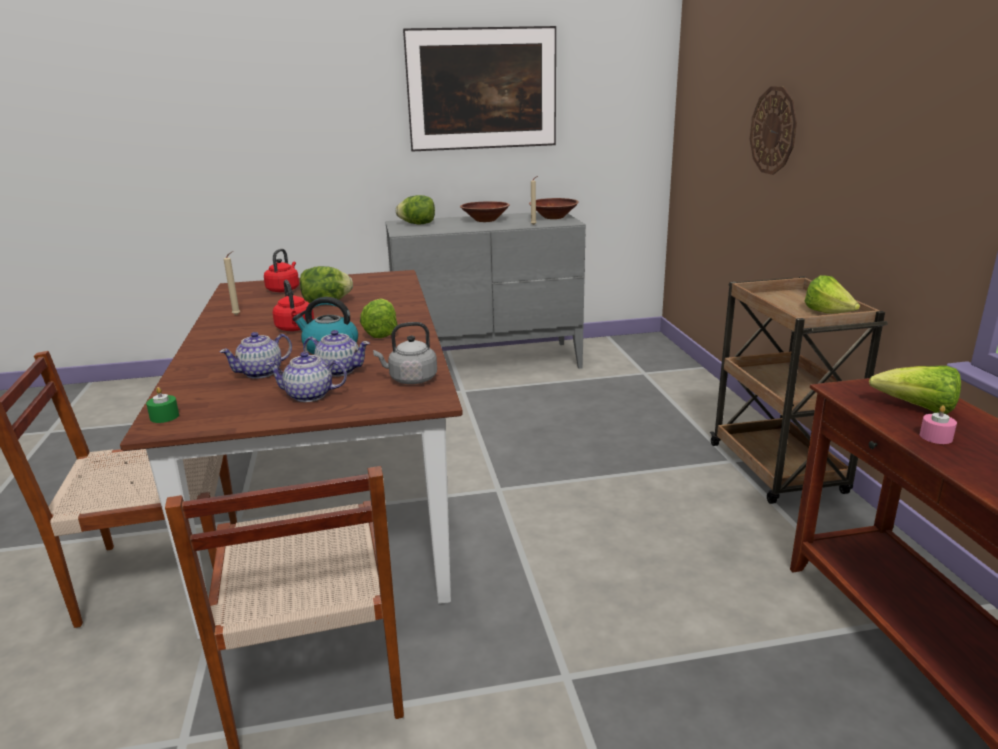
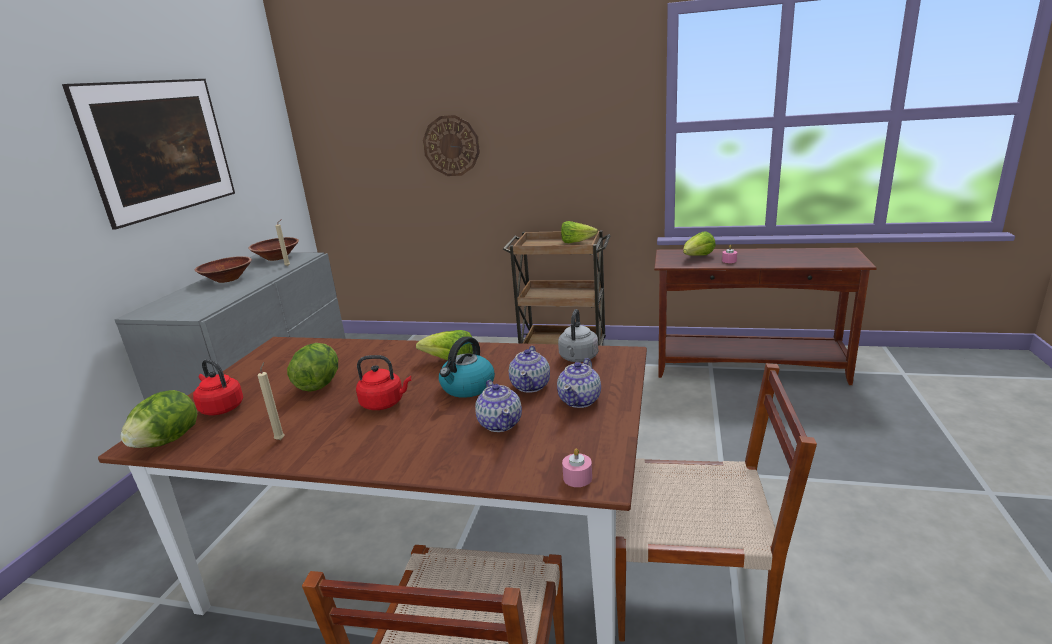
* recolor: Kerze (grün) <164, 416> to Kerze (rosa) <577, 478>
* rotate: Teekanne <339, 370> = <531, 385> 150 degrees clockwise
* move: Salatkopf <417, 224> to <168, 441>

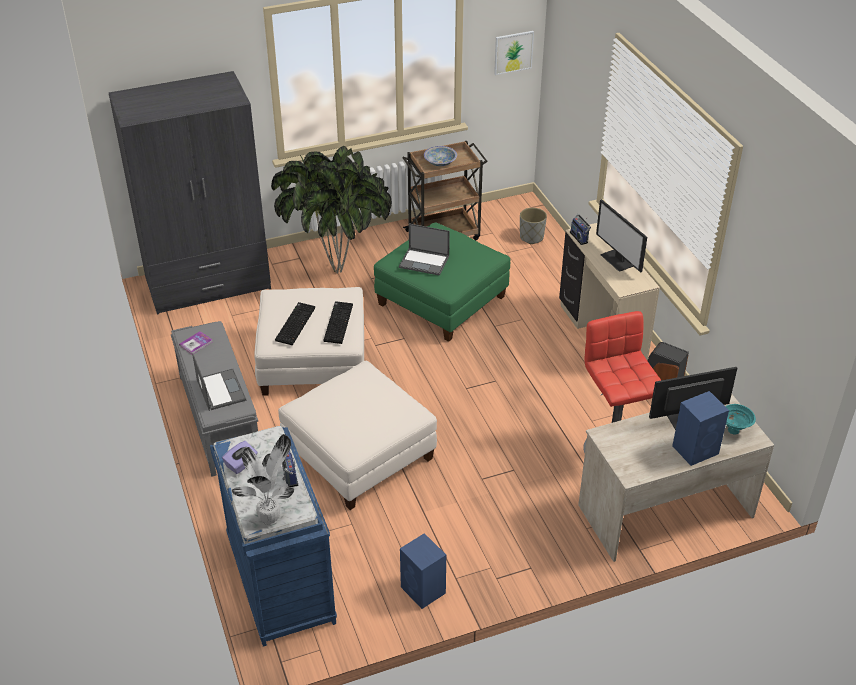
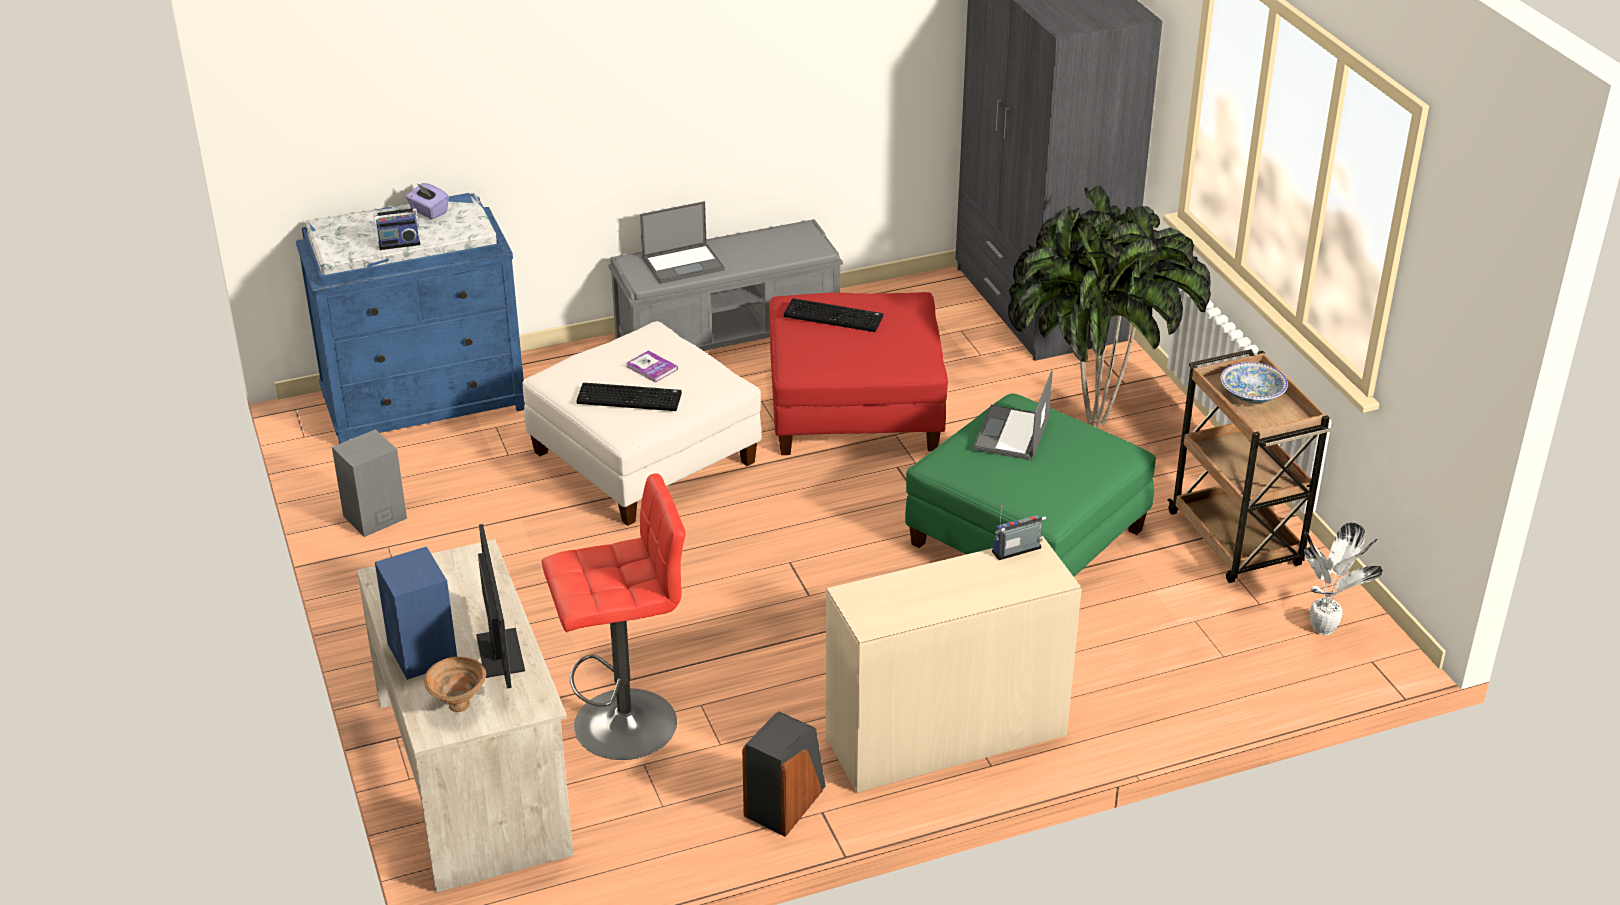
* move: Buch <196, 343> to <651, 368>
* move: Topfpflanze <271, 518> to <1324, 630>
* recolor: Polsterhocker (weiß) <312, 361> to Polsterhocker (rot) <855, 408>
* move: Tastatur <337, 322> to <630, 398>
* recolor: Lautsprecher (blau) <423, 591> to Lautsprecher (grau) <373, 518>
* delete: Bild <513, 52>
* delete: Pflanzkübel (grau) <532, 237>
* delete: Monitor <618, 260>
* recolor: Schüssel (türkis) <734, 430> to Schüssel (braun) <459, 706>

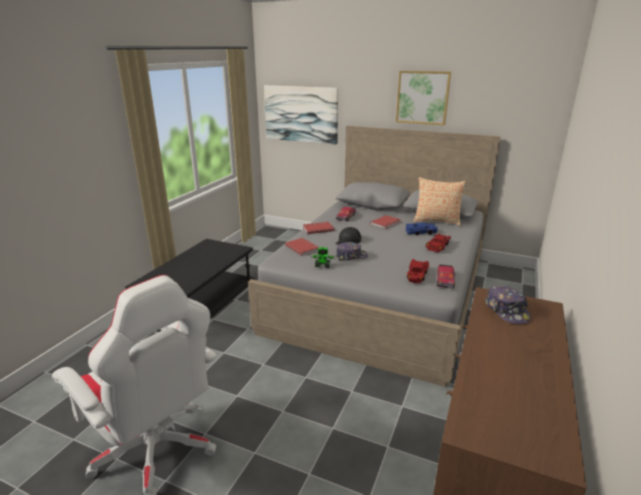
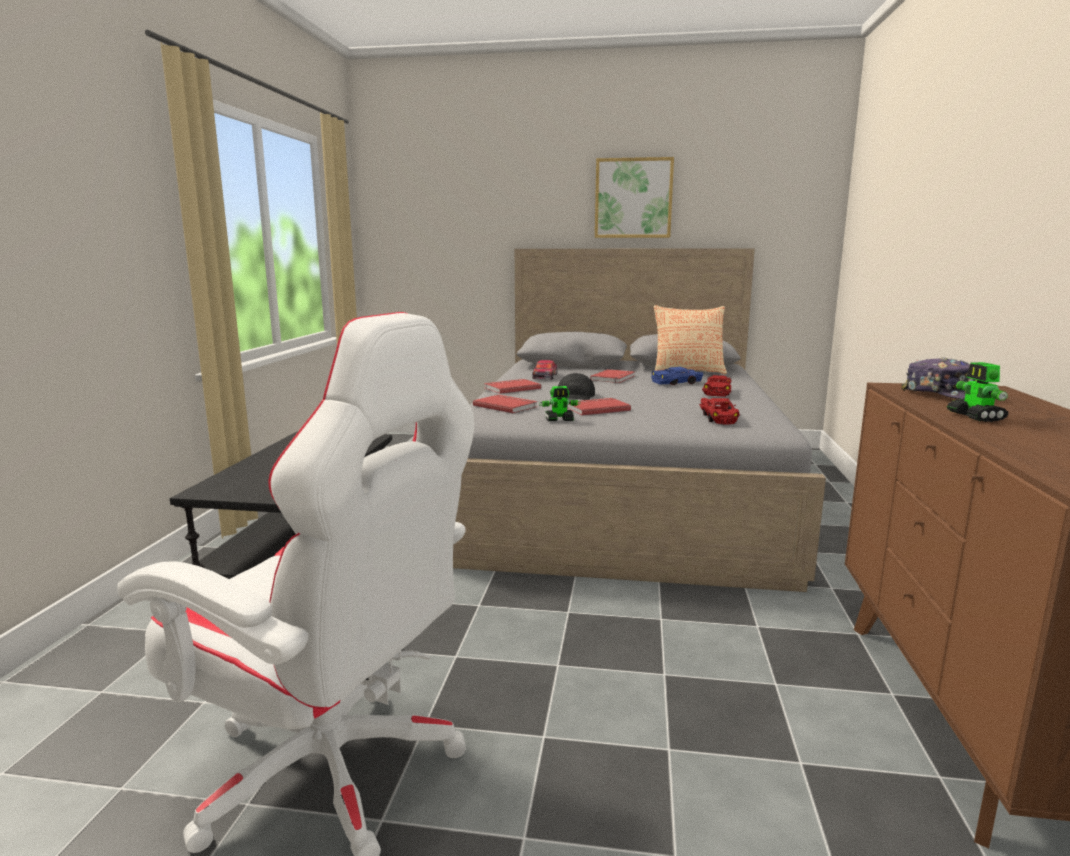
* delete: Bild <301, 114>
* replace: Kappe <351, 256> to Buch (rot) <596, 409>
* delete: Spielzeugauto <445, 280>
* insert: Spielzeugroboter <976, 417>

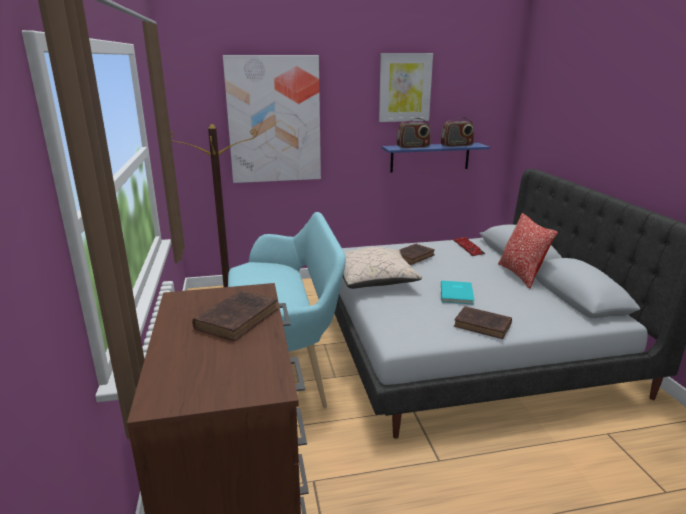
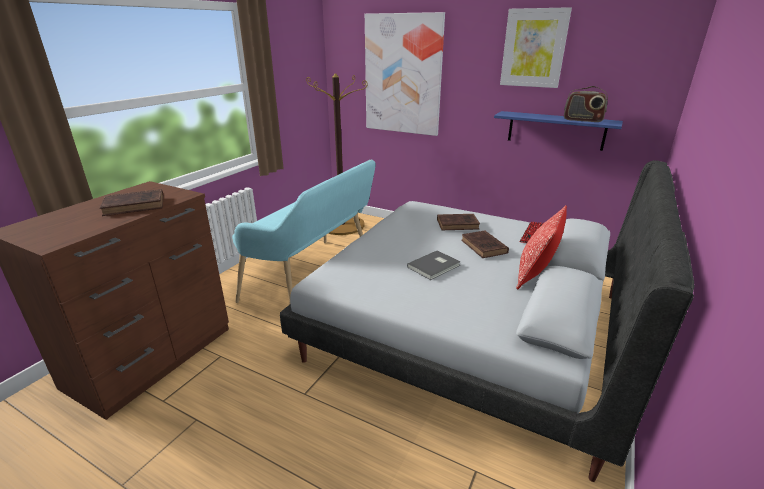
* delete: Kissen (beige) <374, 280>
* delete: Radio <413, 147>
* recolor: Buch (türkis) <457, 293> to Buch (grau) <435, 266>
* move: Buch (braun) <484, 326> to <484, 247>

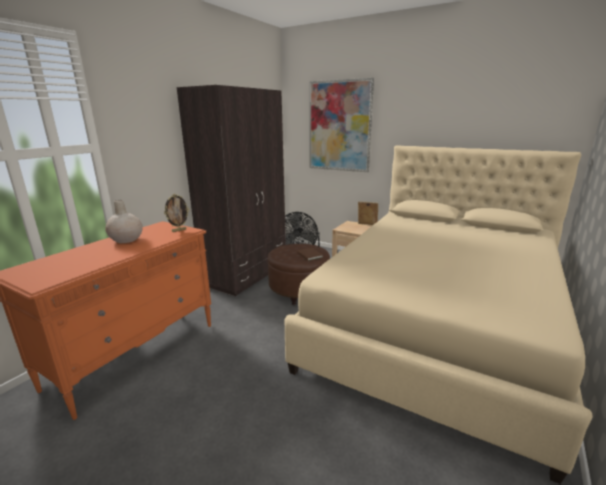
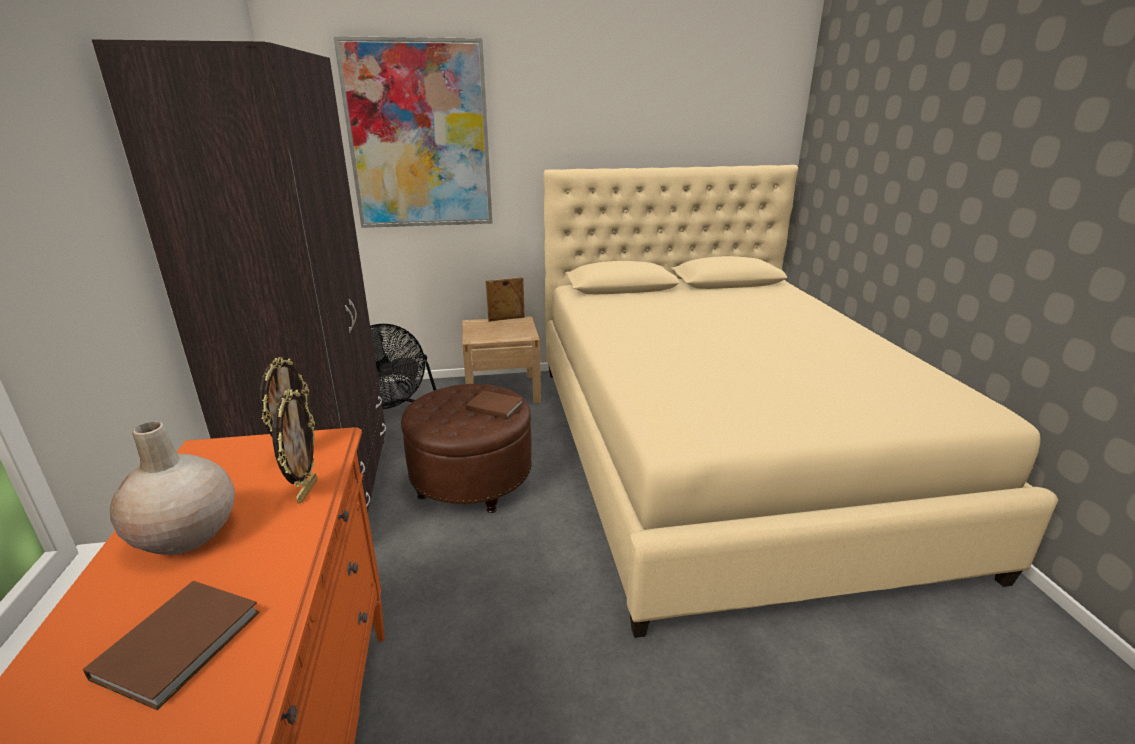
* insert: Buch (braun) <183, 642>
* insert: Bilderrahmen <306, 491>

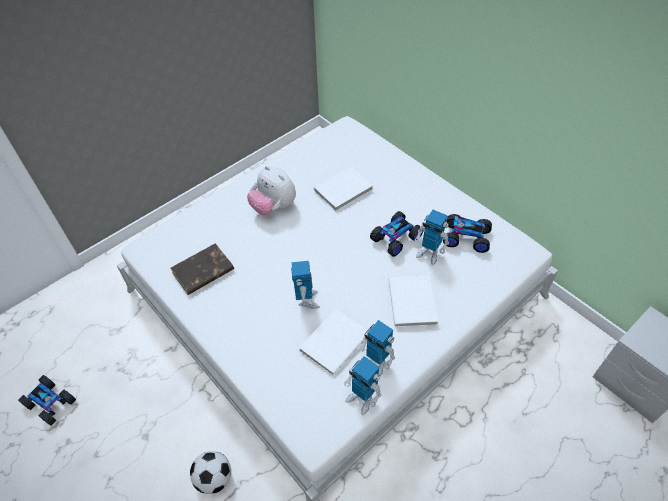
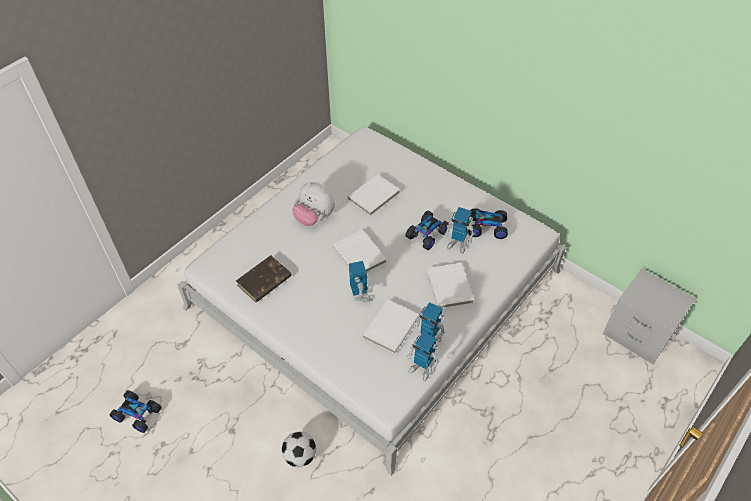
* insert: Buch (weiß) <360, 254>

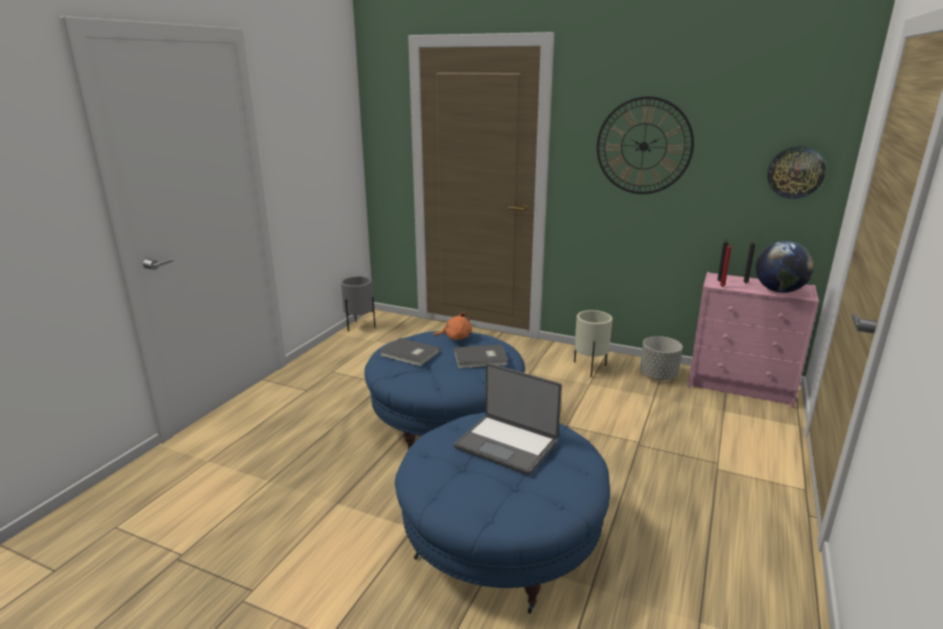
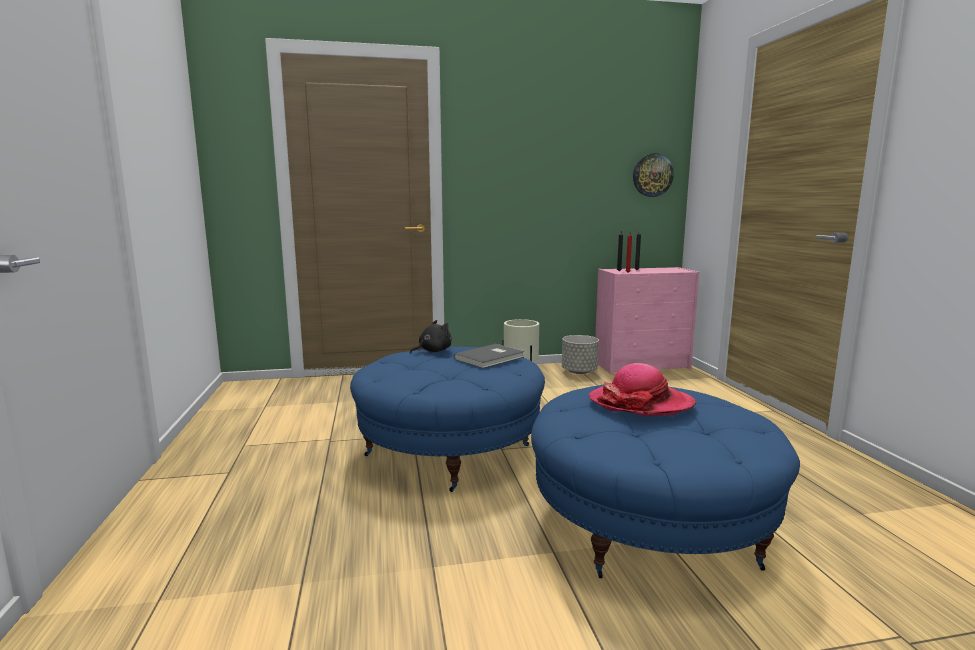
* delete: Pflanzkübel (grau) <360, 327>
* delete: Buch (grau) <409, 354>
* recolor: Plüschtier (orange) <455, 337> to Plüschtier (schwarz) <433, 351>
* replace: Laptop <507, 444> to Hut <640, 403>
* delete: Wanduhr <643, 146>
* delete: Globus <778, 291>

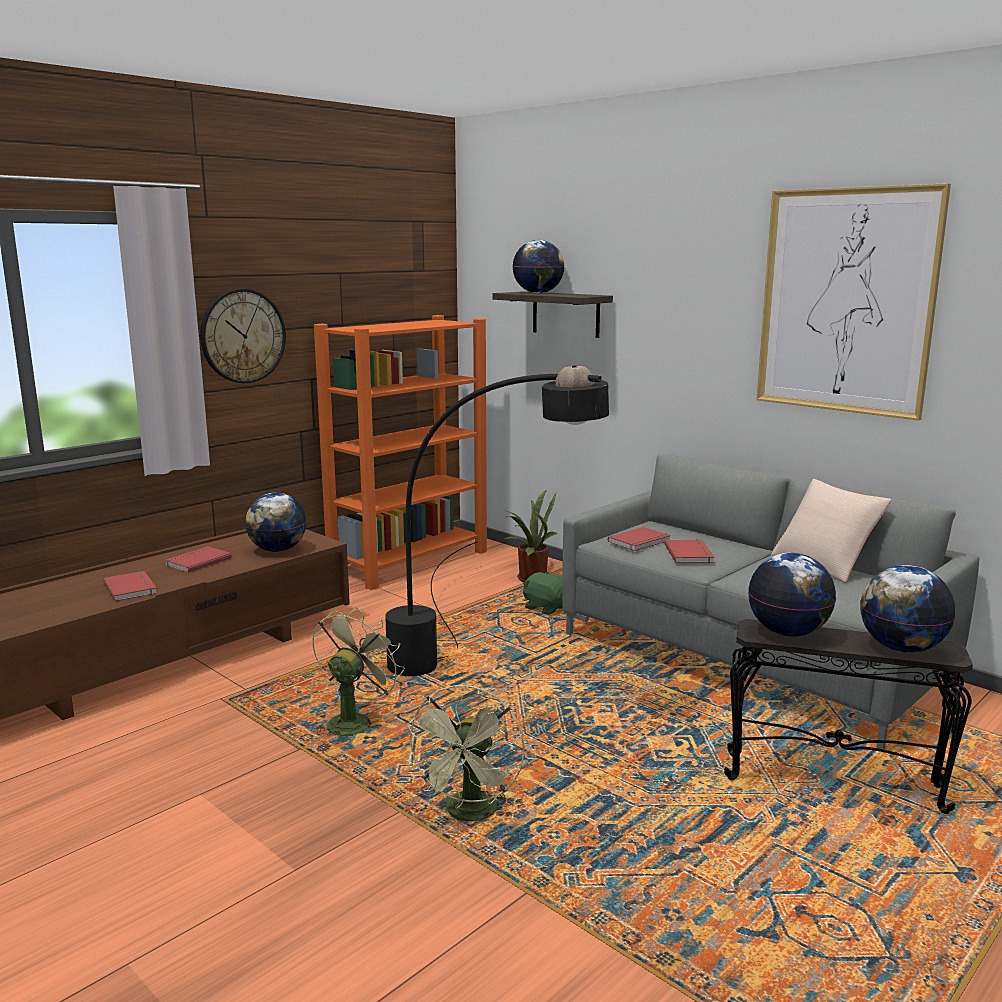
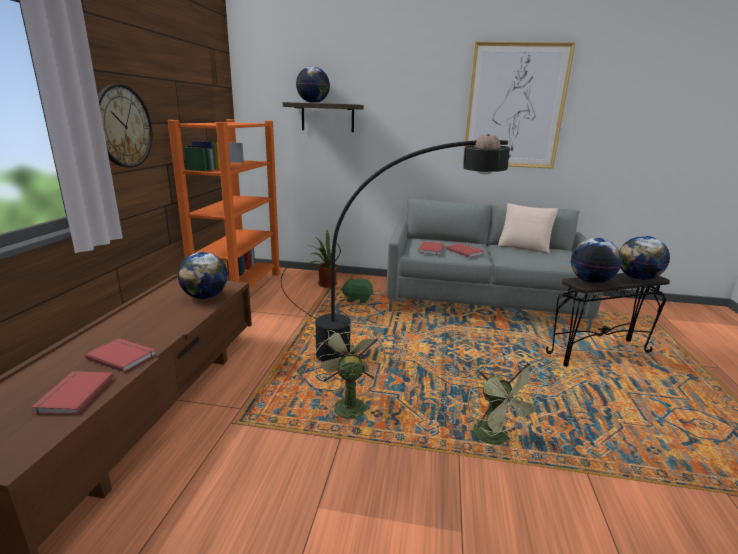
* move: Buch (rot) <197, 561> to <73, 394>

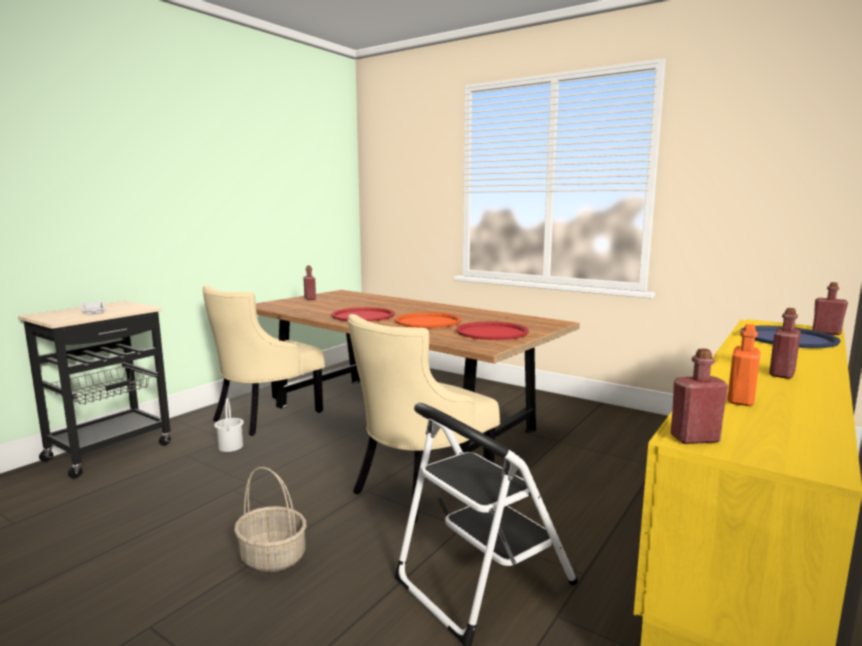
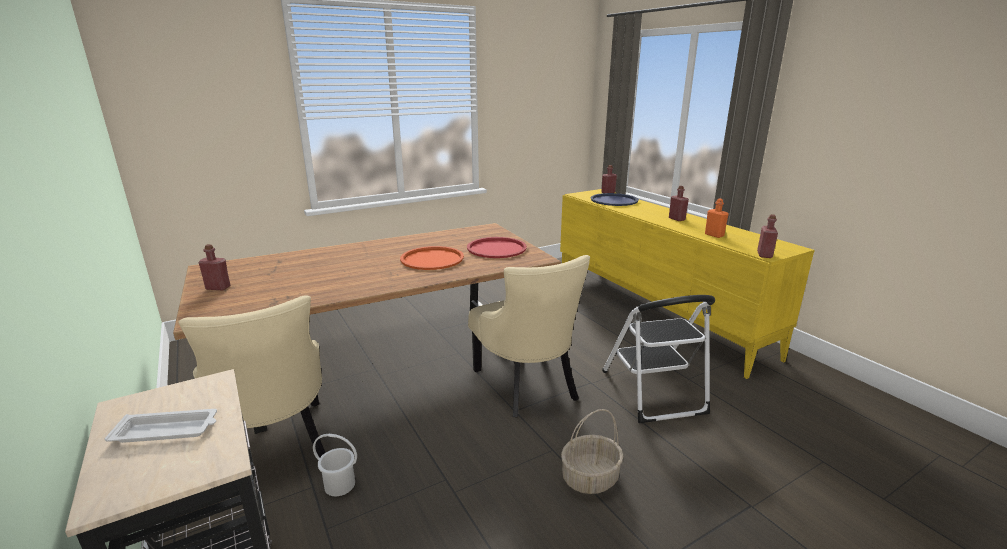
* delete: Tablett (rot) <363, 316>

